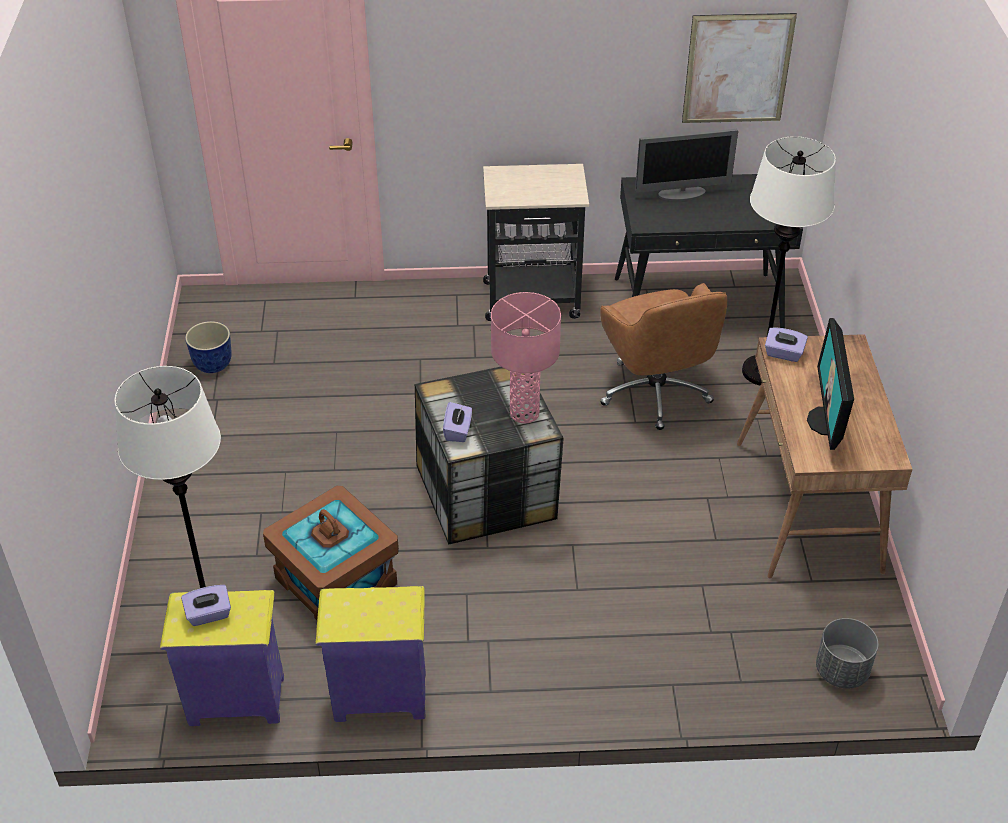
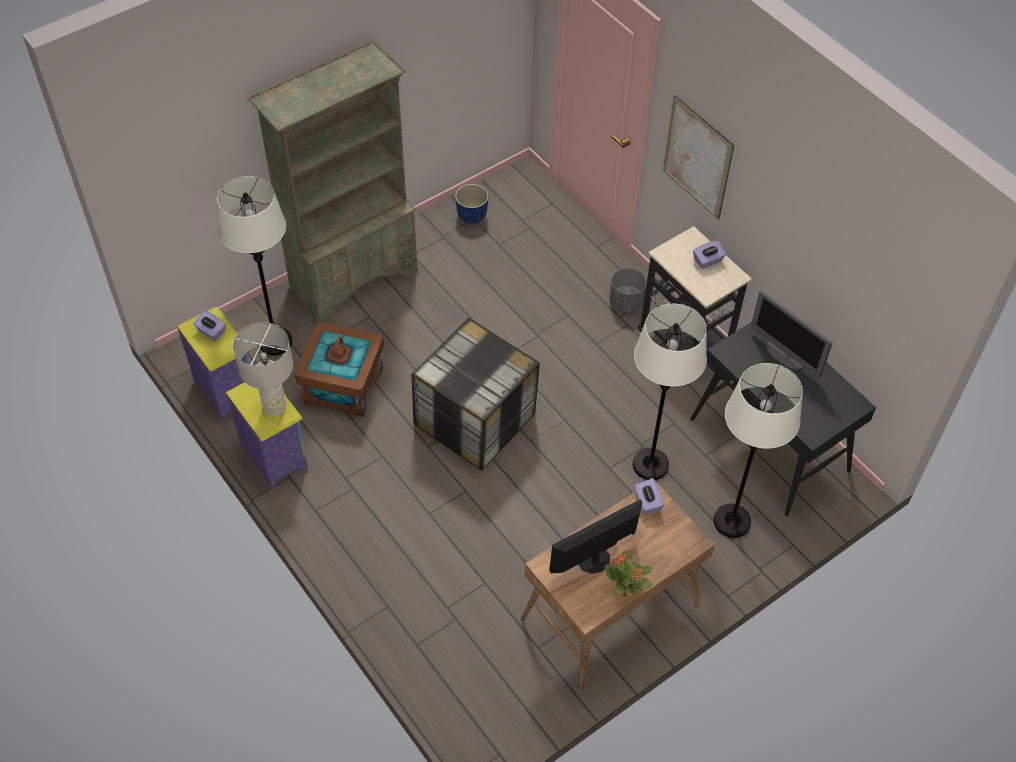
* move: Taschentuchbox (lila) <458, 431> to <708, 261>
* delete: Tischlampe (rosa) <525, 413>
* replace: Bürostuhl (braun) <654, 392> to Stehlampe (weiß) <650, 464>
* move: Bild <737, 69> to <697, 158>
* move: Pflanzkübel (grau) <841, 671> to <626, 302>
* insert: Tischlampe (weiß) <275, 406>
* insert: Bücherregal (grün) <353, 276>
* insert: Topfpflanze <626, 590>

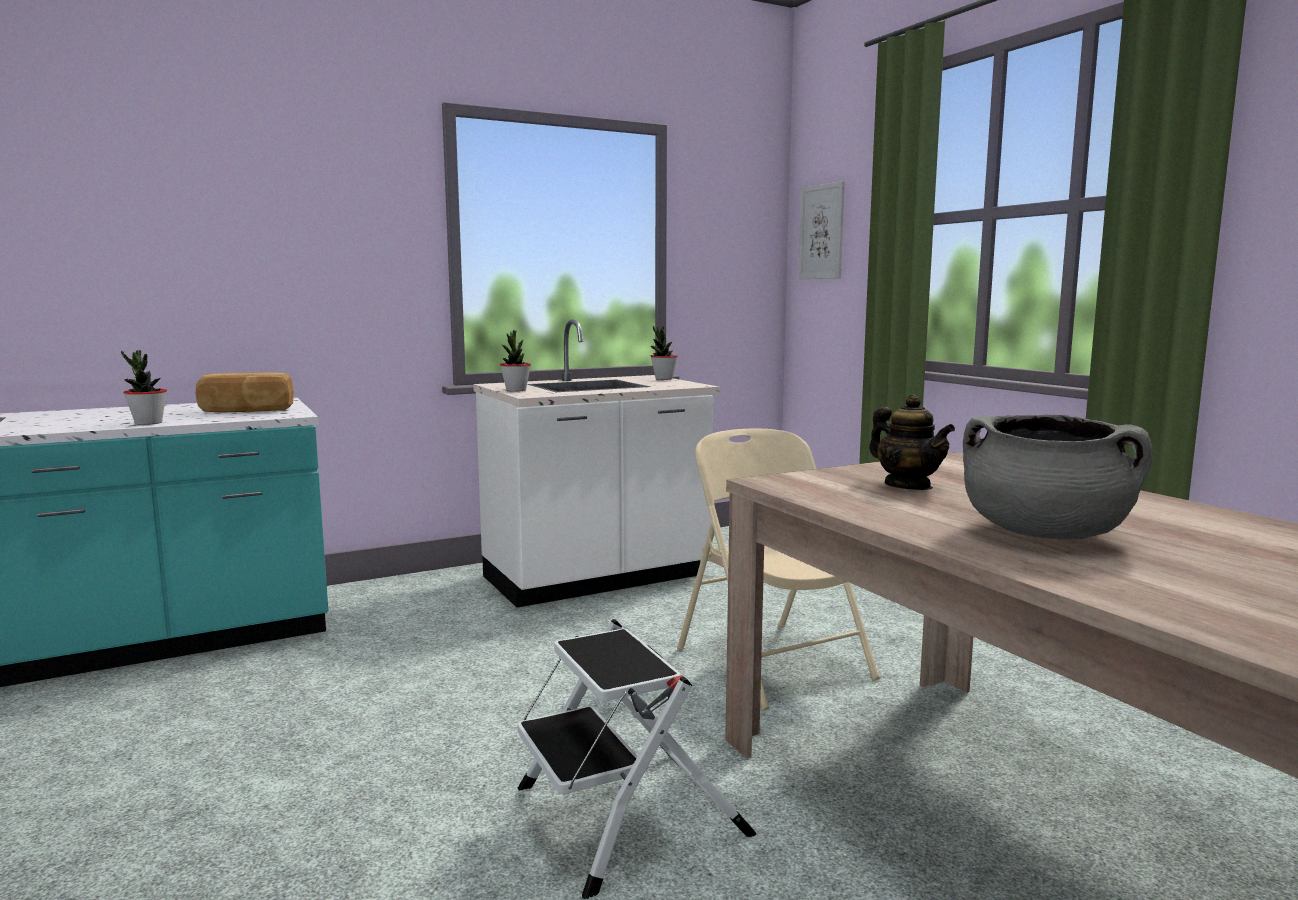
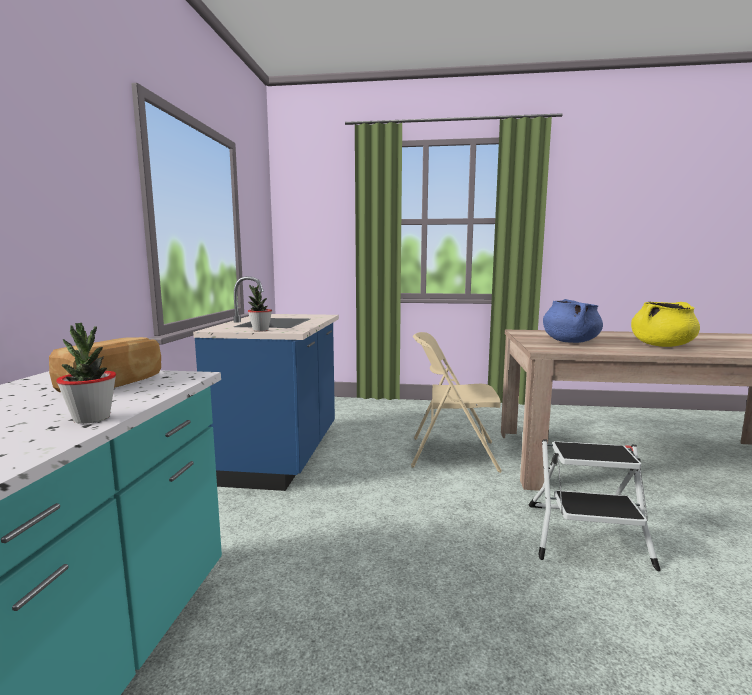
* recolor: Küchenzeile (weiß) <597, 579> to Küchenzeile (blau) <281, 456>
* delete: Topfpflanze <663, 379>
* delete: Bild <821, 232>
* replace: Teekanne <908, 486> to Kochtopf (blau) <570, 342>
* recolor: Kochtopf (grau) <1045, 534> to Kochtopf (gelb) <662, 346>

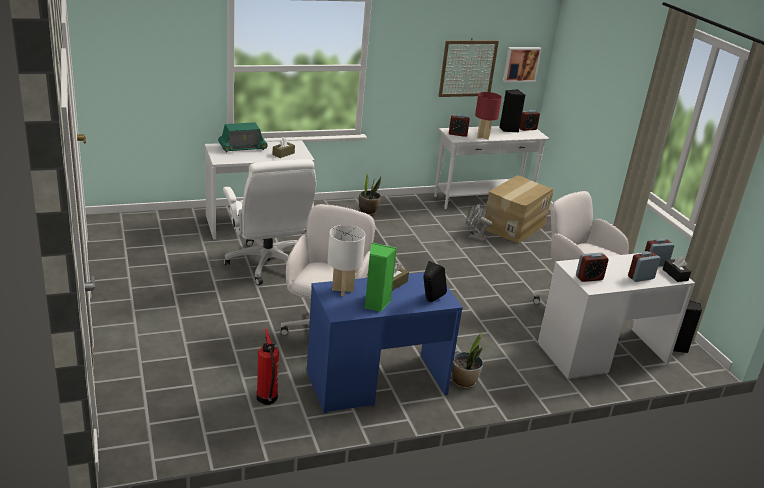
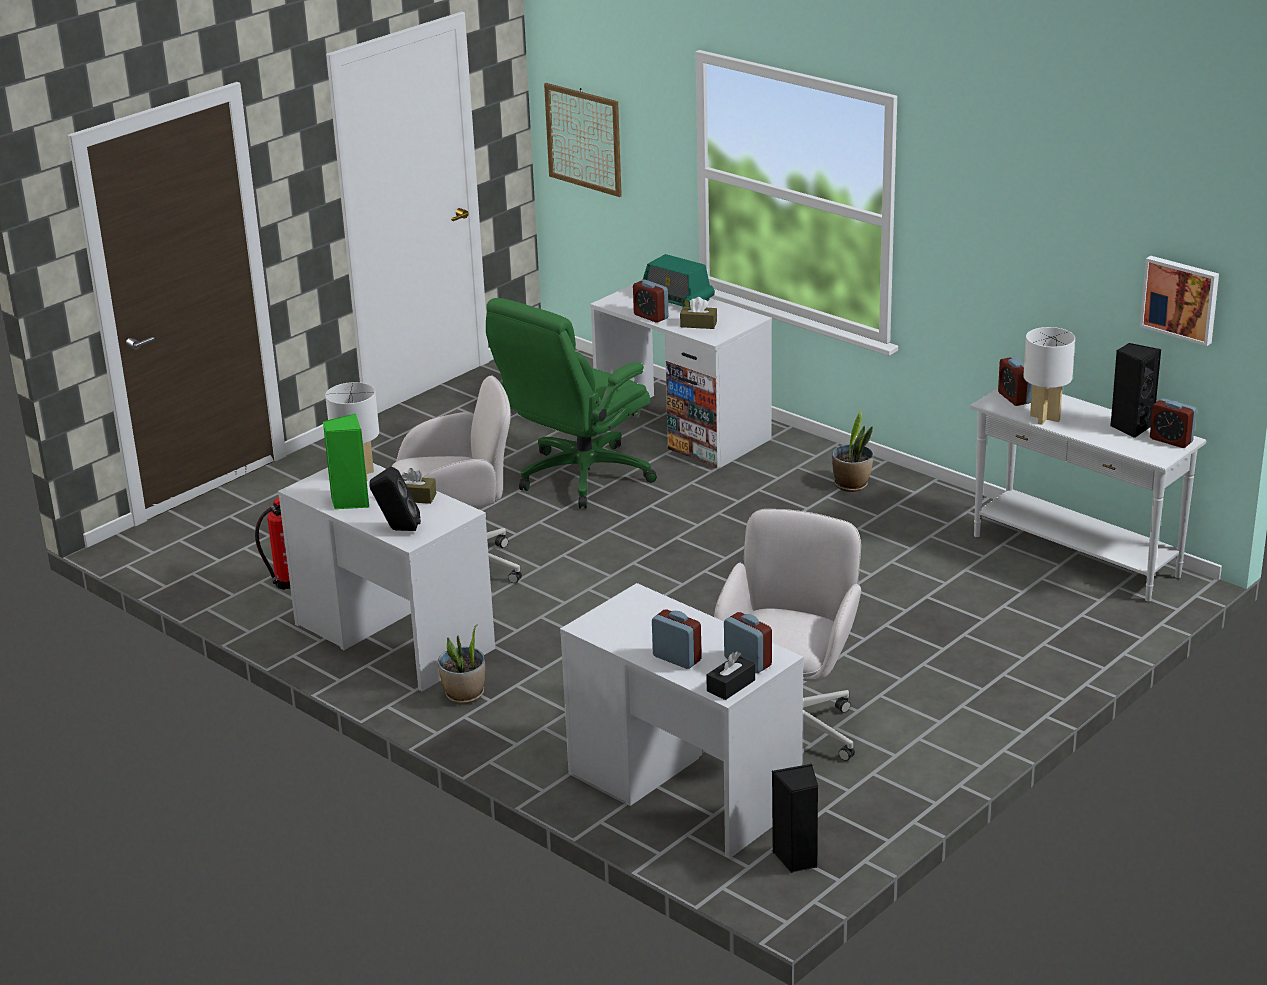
* recolor: Bürostuhl (weiß) <268, 267> to Bürostuhl (grün) <577, 479>
* recolor: Schreibtisch (blau) <376, 383> to Schreibtisch (weiß) <393, 636>
* move: Bild <468, 67> to <584, 137>
* delete: Ventilator (grau) <474, 237>
* recolor: Tischlampe (rot) <483, 137> to Tischlampe (weiß) <1045, 418>
* delete: Karton <513, 226>
* move: Wecker <589, 278> to <651, 316>

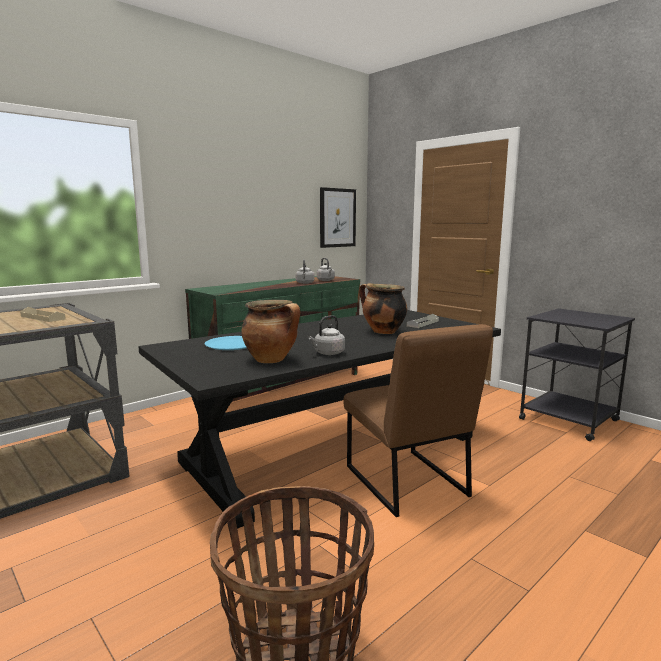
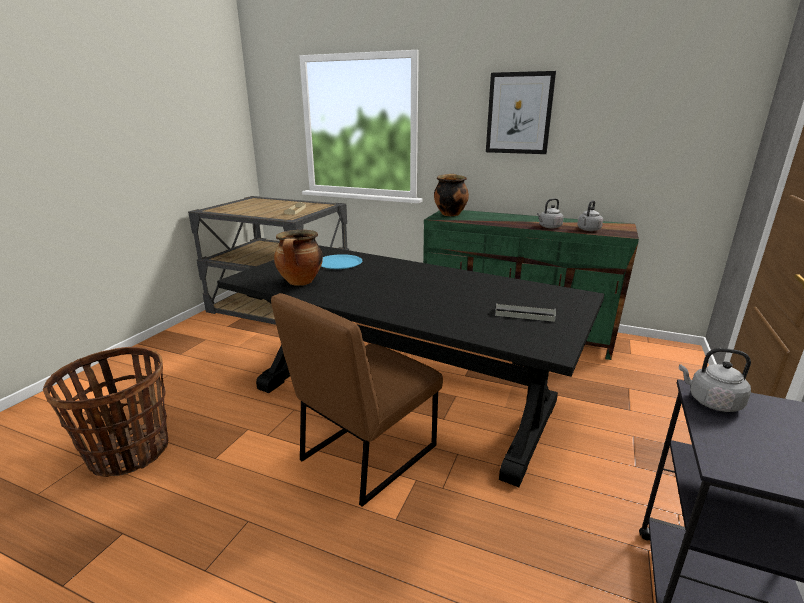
* move: Wasserkessel (grau) <328, 353> to <711, 402>
* move: Bild <337, 218> to <519, 113>
* move: Kochtopf <382, 332> to <450, 214>

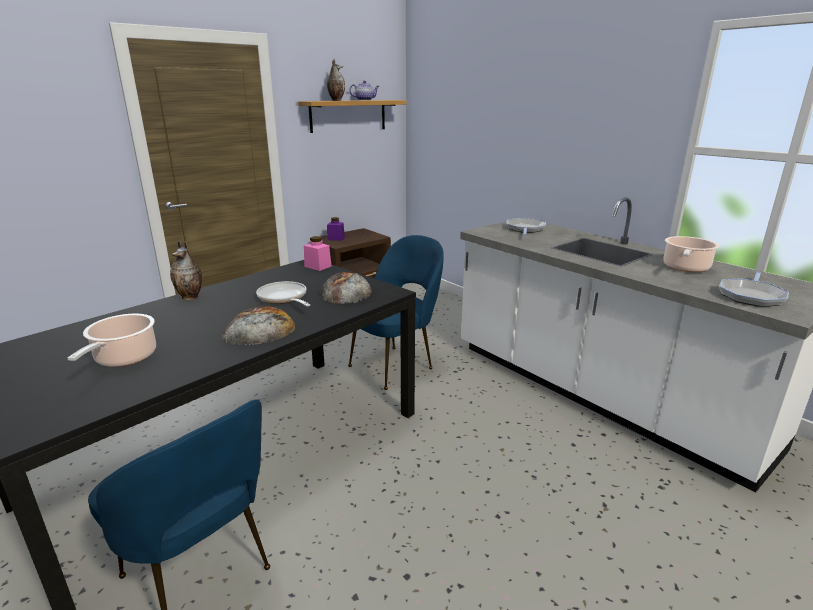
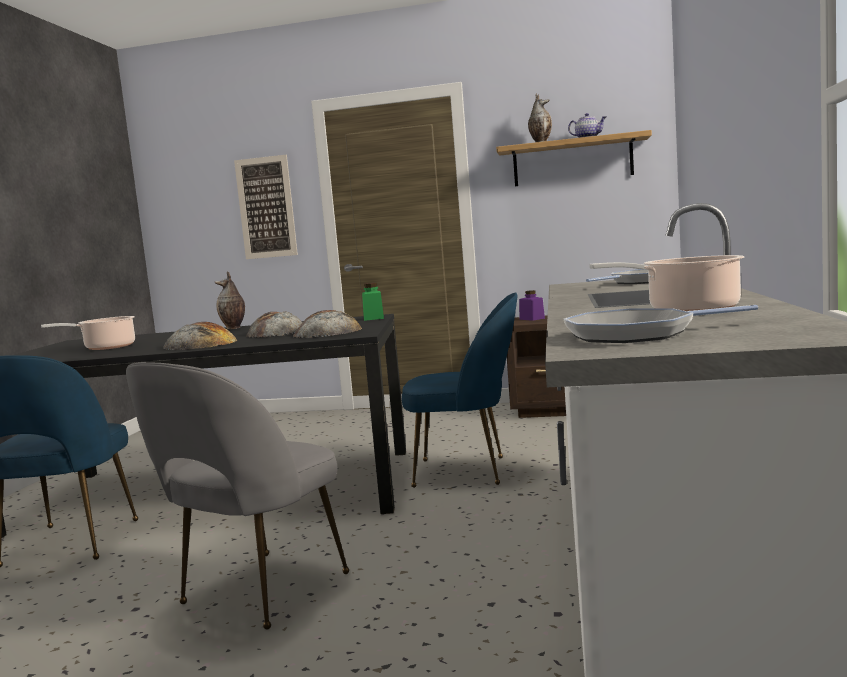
* replace: Pfanne <284, 298> to Brot <276, 332>
* recolor: Vorratsglas (rosa) <318, 266> to Vorratsglas (grün) <373, 318>
* insert: Stuhl (grau) <255, 594>
* insert: Bild <266, 207>

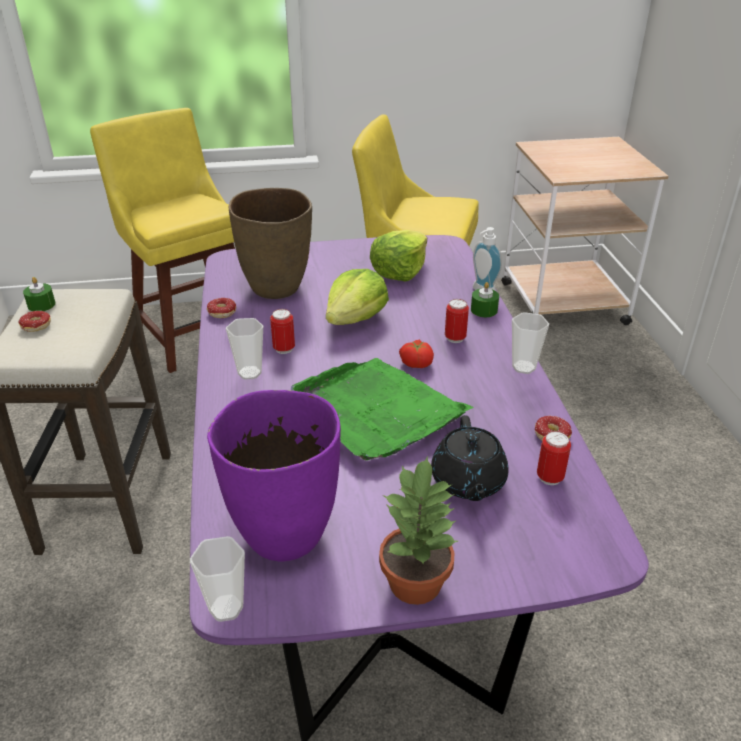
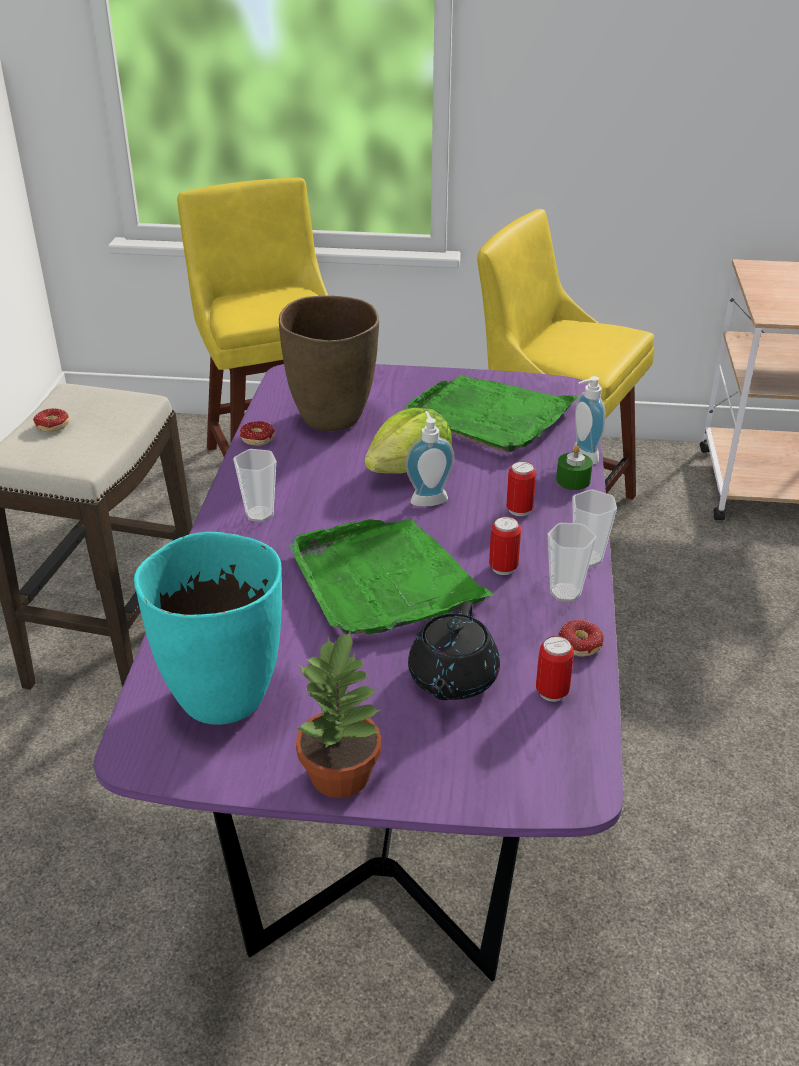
* delete: Kerze (grün) <41, 305>
* move: Tasse <226, 608> to <565, 592>
* recolor: Vase (lila) <283, 533> to Vase (türkis) <222, 695>
* move: Dose <284, 349> to <503, 568>
* replace: Salatkopf <399, 271> to Tablett (grün) <490, 417>
* delete: Tomate <417, 363>
* insert: Seifenspender <428, 498>

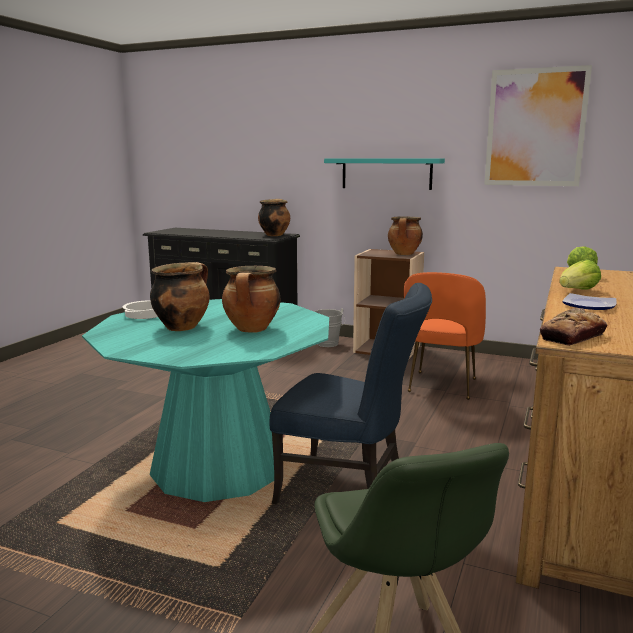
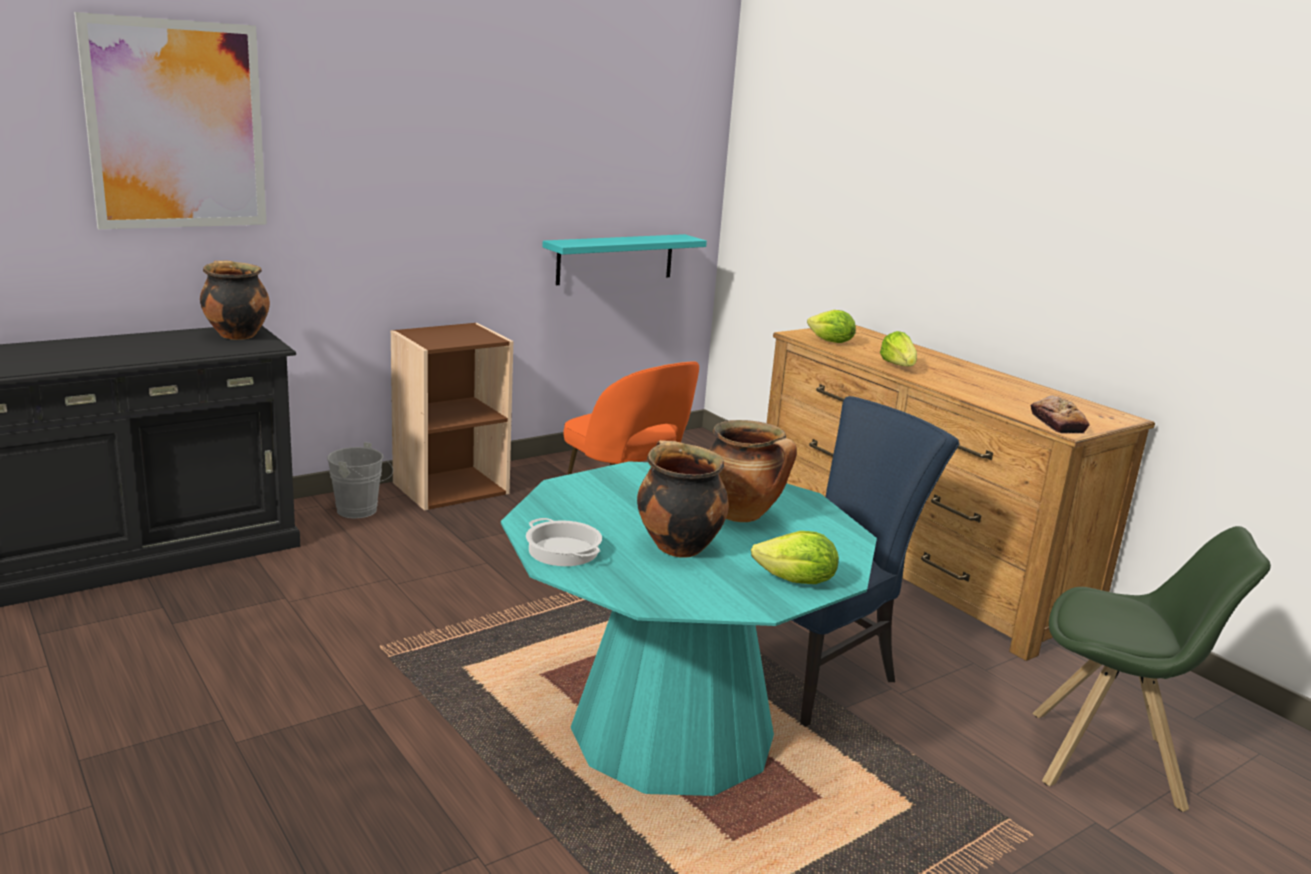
* move: Wandregal (türkis) <386, 173> to <615, 259>
* delete: Kochtopf <404, 254>
* move: Bild <535, 128> to <176, 125>
* delete: Teller <588, 305>
* insert: Salatkopf <796, 582>

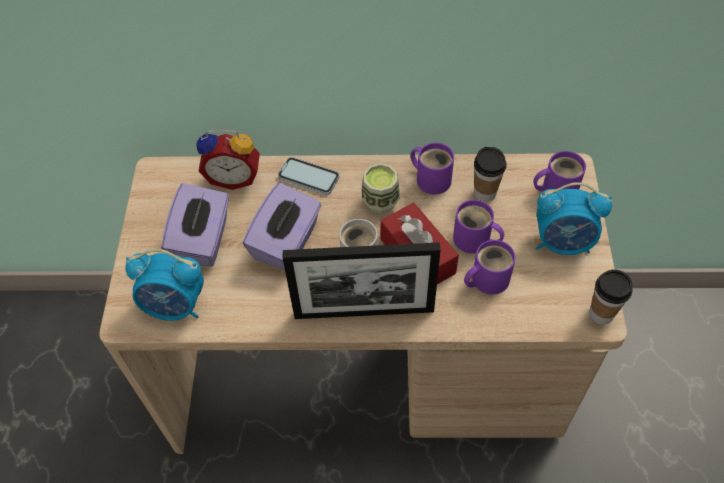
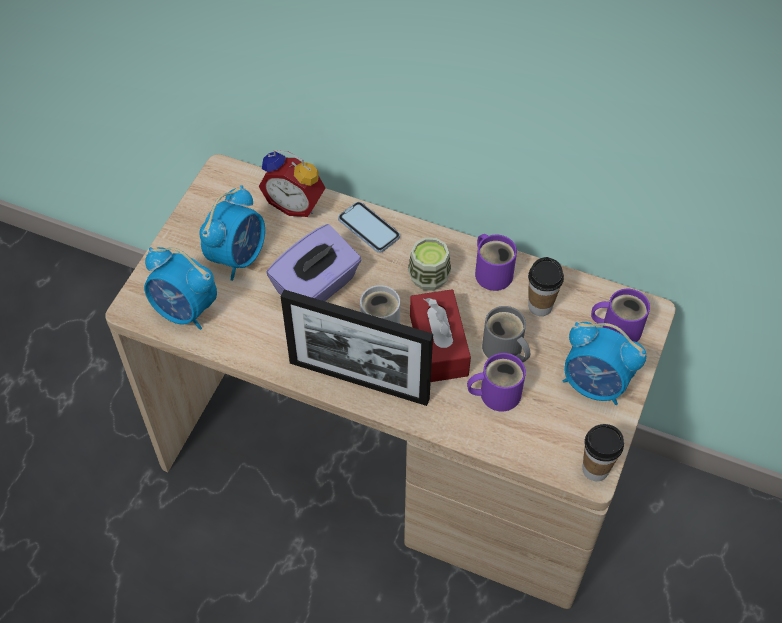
* replace: Taschentuchbox (lila) <203, 240> to Wecker <238, 256>
* recolor: Henkelbecher (lila) <474, 241> to Henkelbecher (grau) <503, 350>

